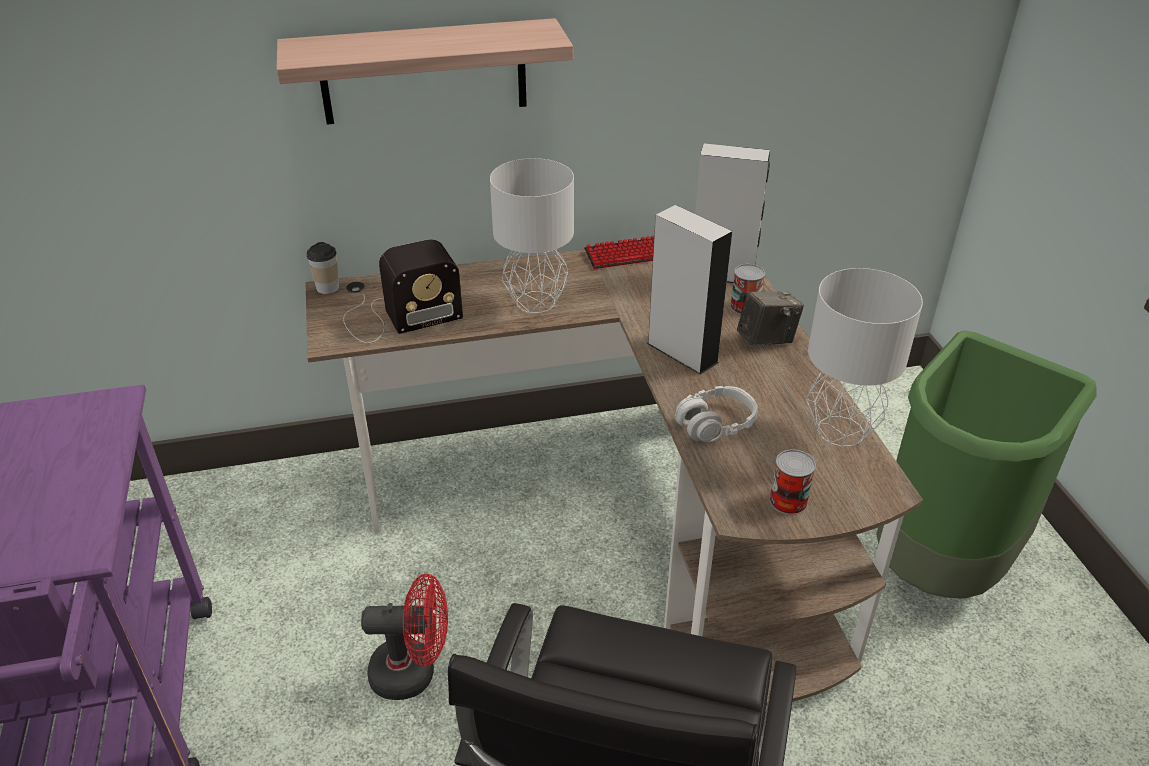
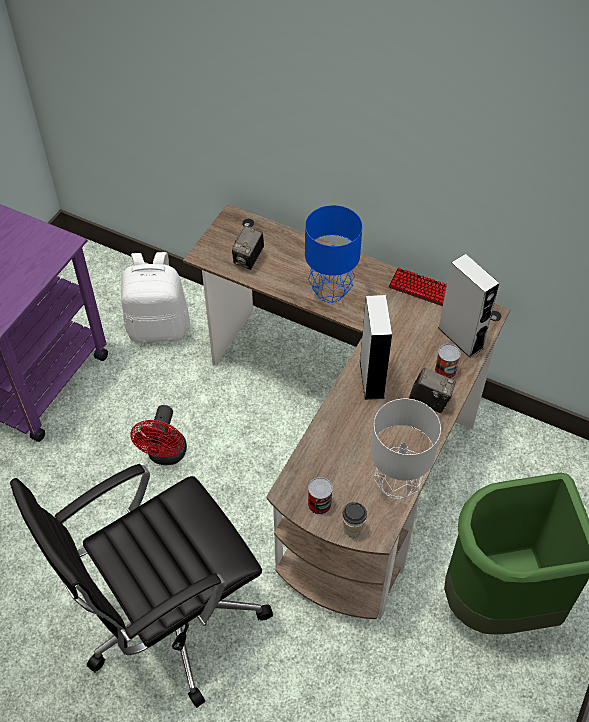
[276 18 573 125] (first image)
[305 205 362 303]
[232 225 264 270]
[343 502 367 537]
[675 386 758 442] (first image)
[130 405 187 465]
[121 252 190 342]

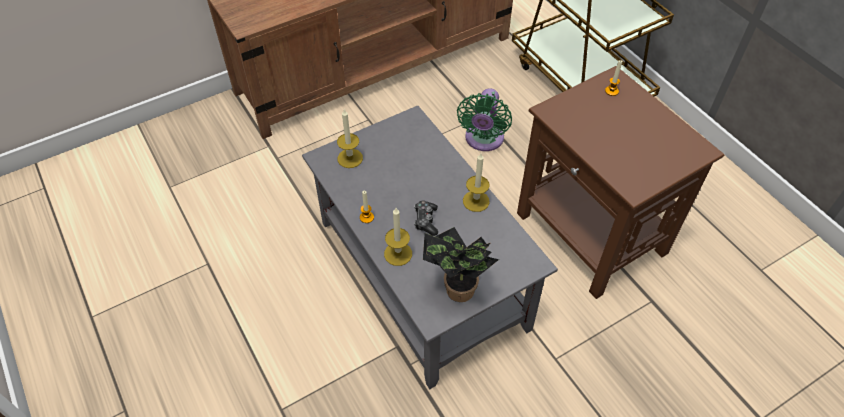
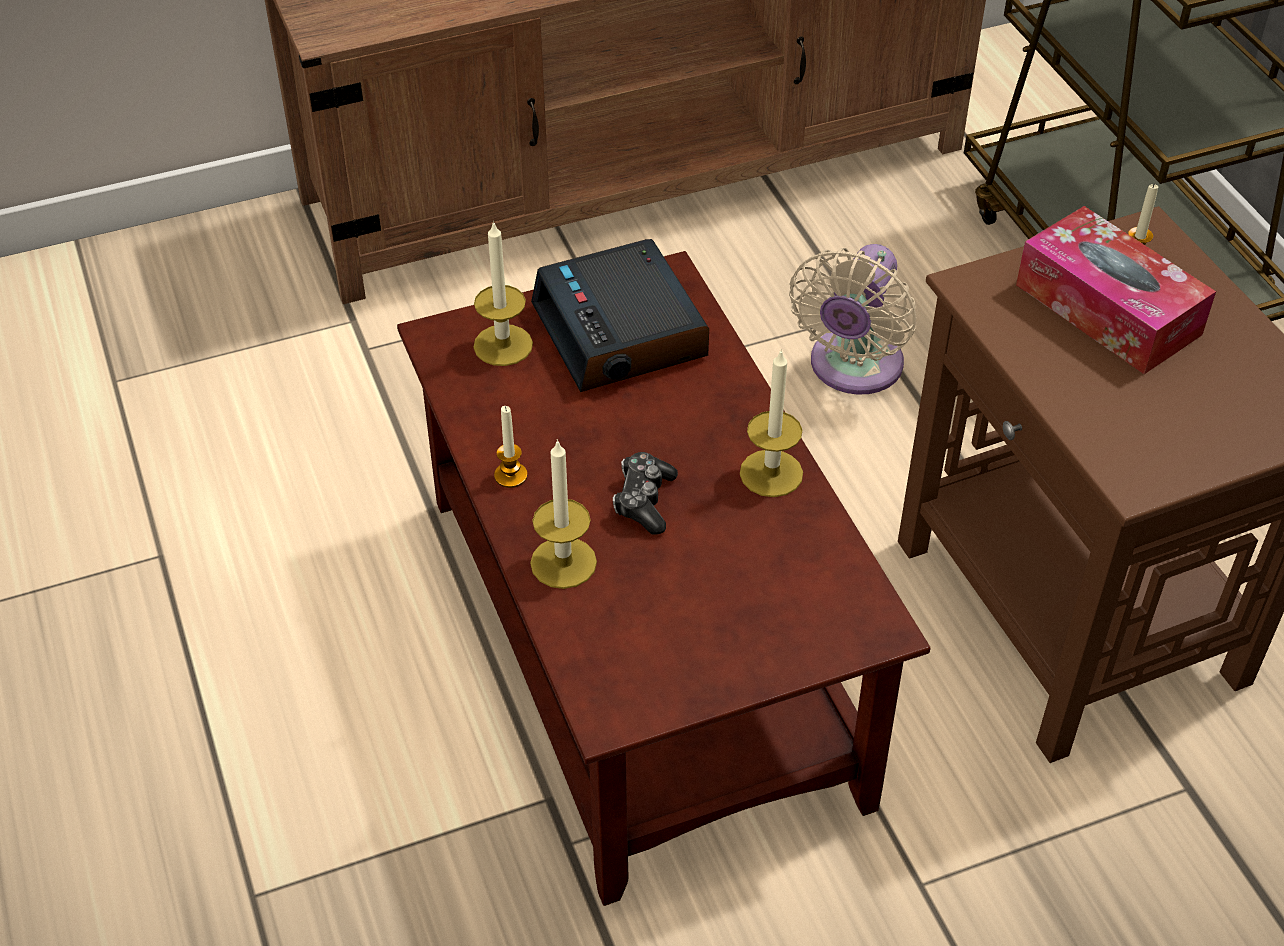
[789 244 916 395]
[397 251 930 906]
[423 227 499 302] (first image)
[1016 206 1216 374]
[531 239 709 392]

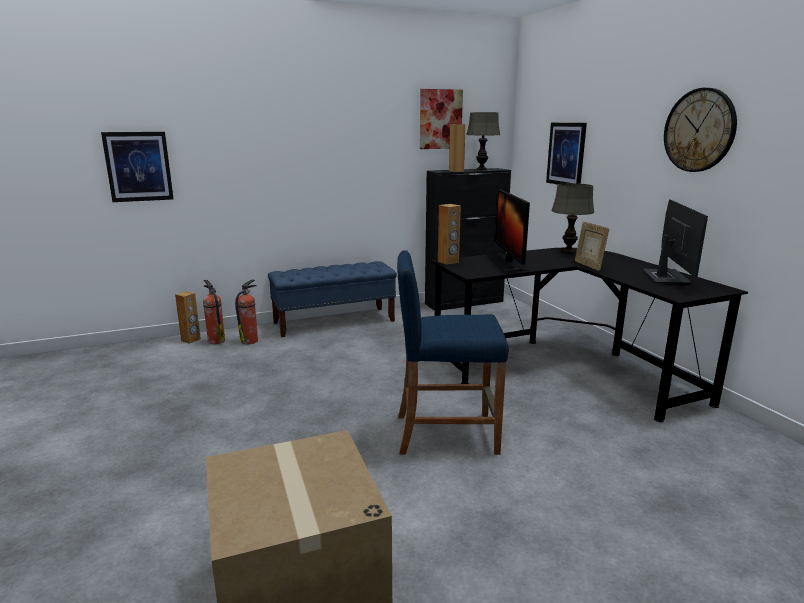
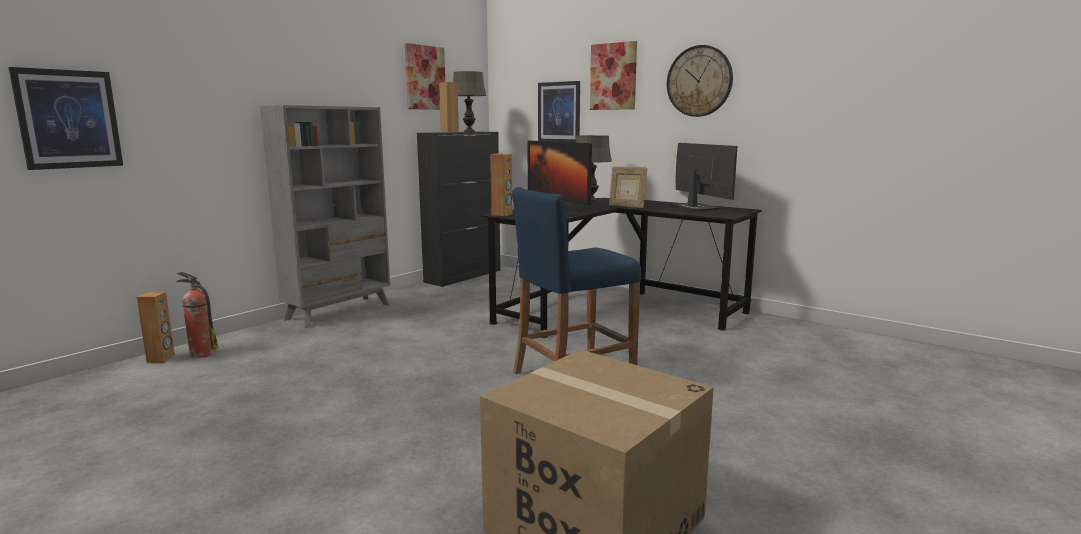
[260 105 390 328]
[235 279 258 344] (first image)
[590 41 637 110]

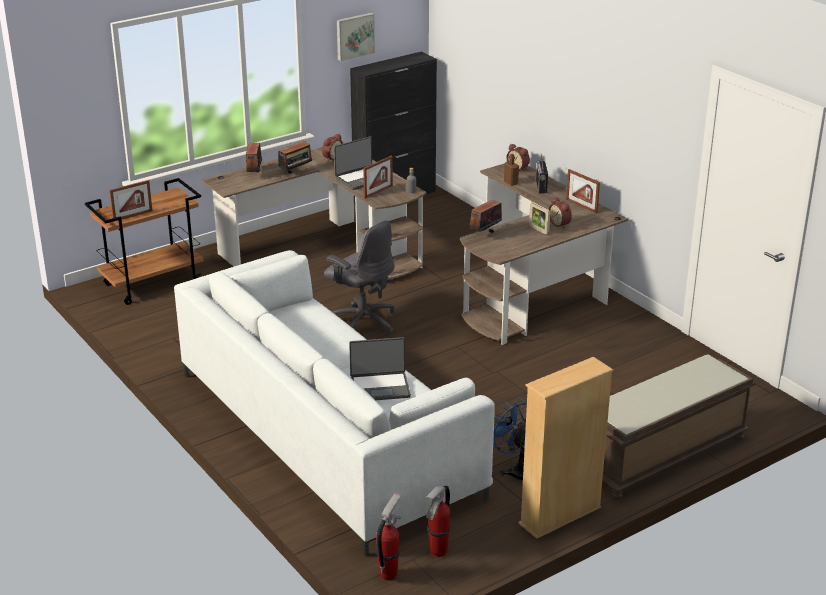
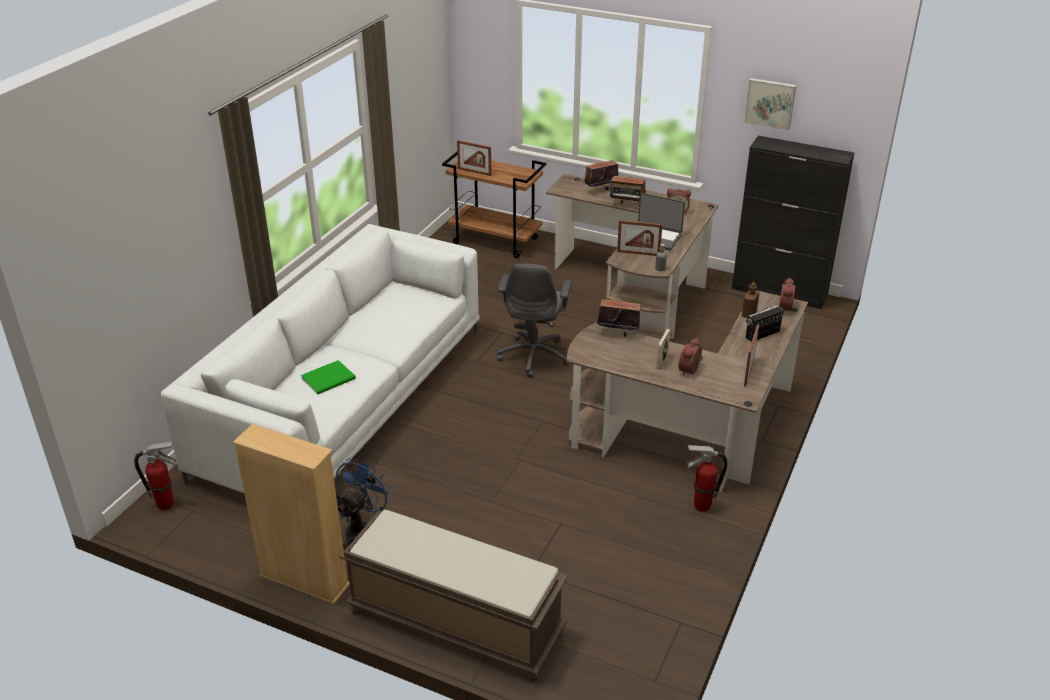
[301 360 356 394]
[687 445 727 512]

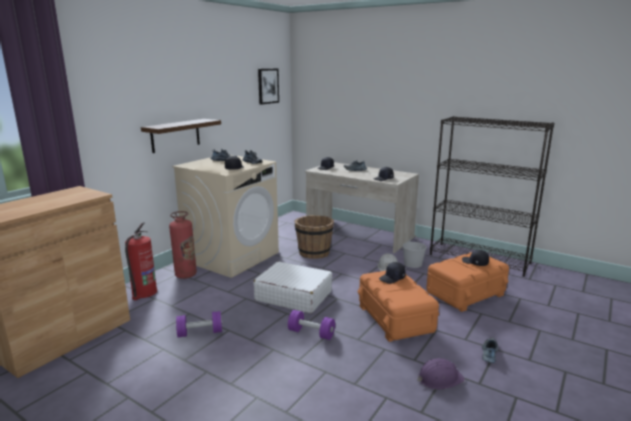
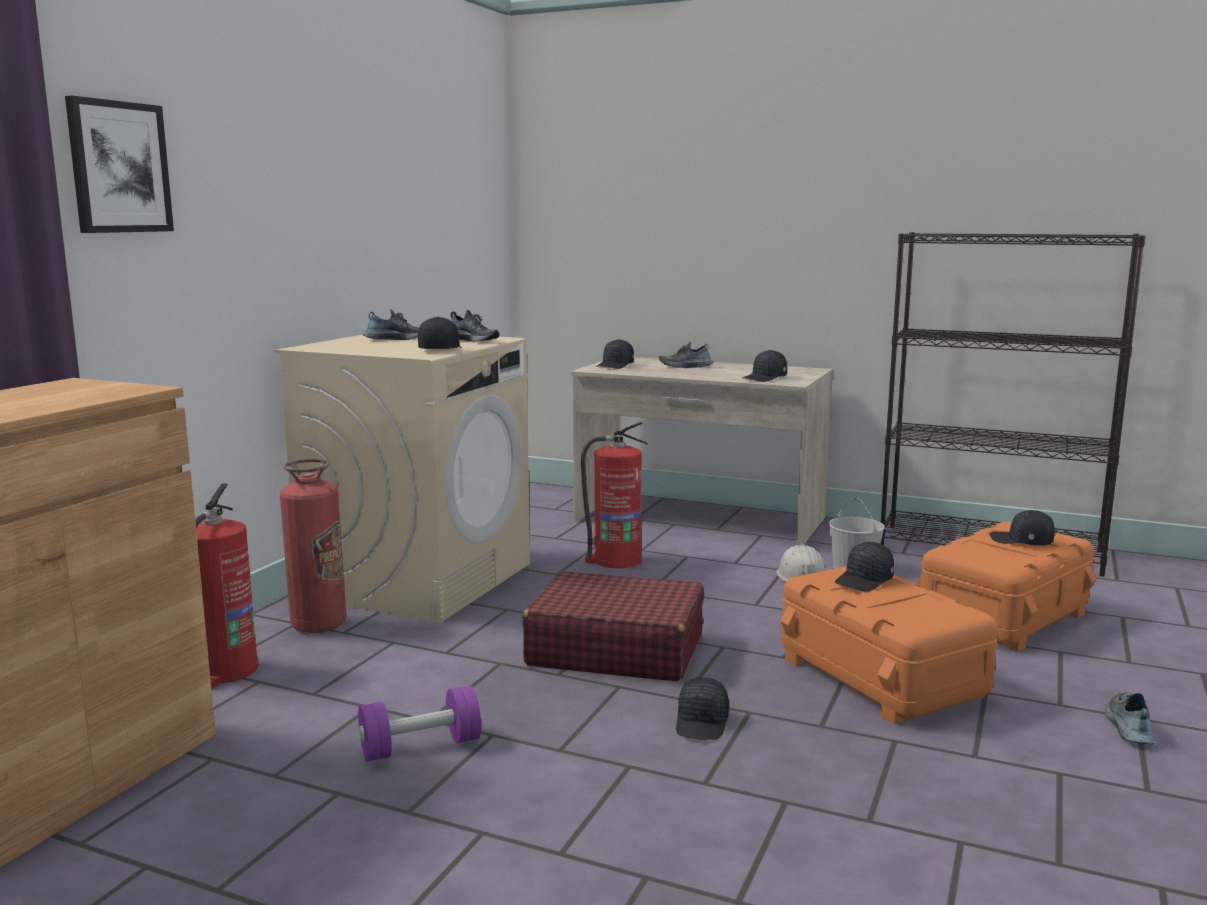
[65 95 174 233]
[141 119 221 153] (first image)
[581 422 648 568]
[522 571 704 681]
[676 677 729 740]
[417 358 465 390] (first image)

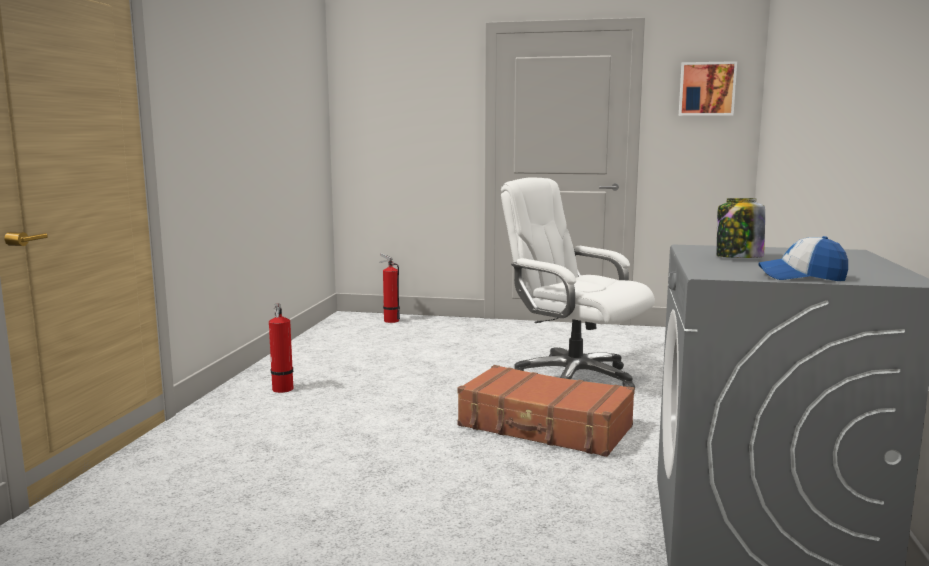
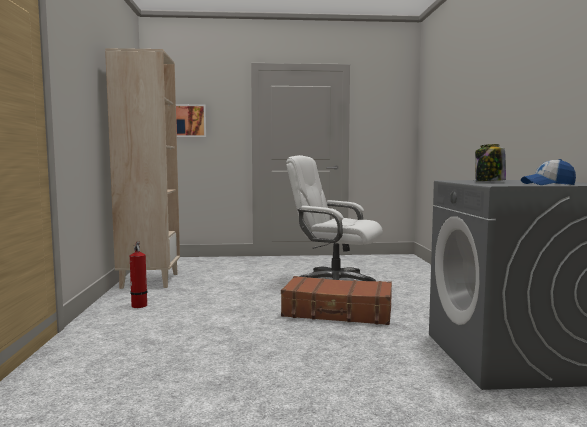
[176 104 206 137]
[379 253 400 323] (first image)
[105 48 180 289]

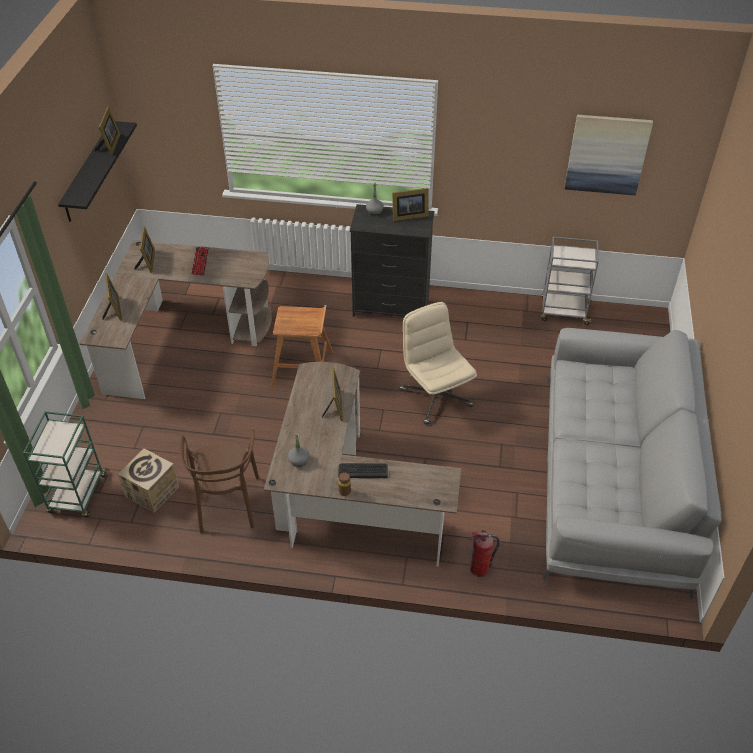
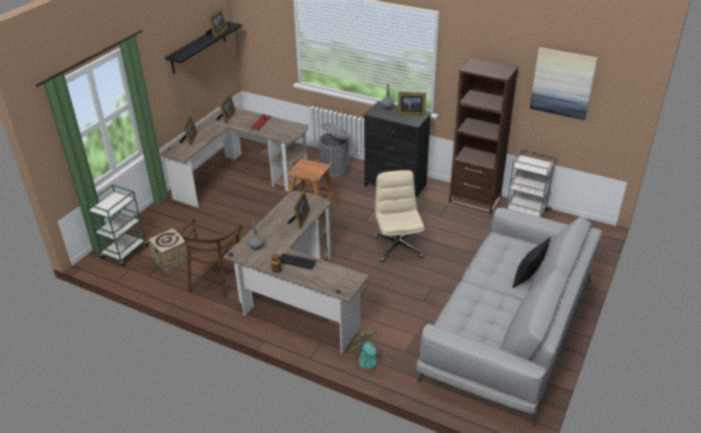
[348 328 392 377]
[449 58 518 214]
[319 122 350 178]
[512 237 551 288]

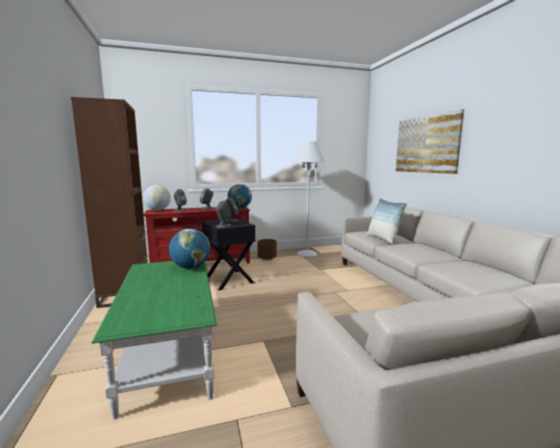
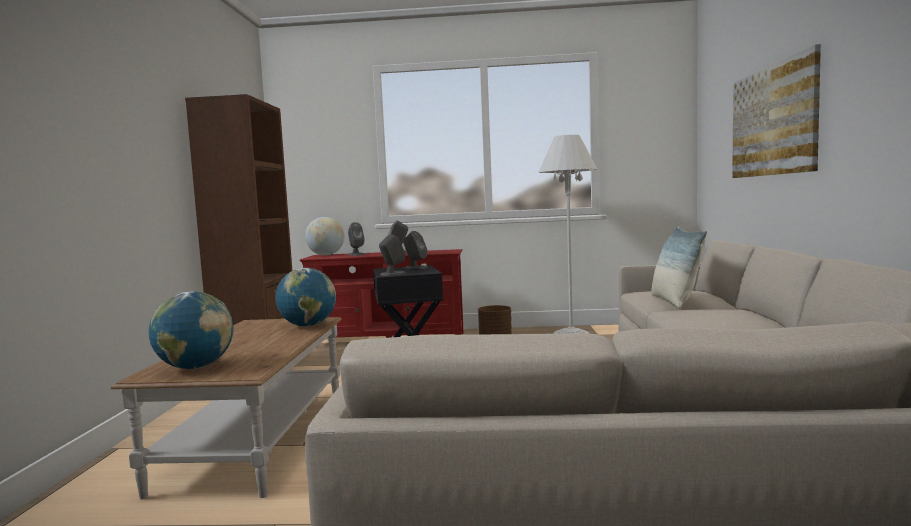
[149 291 233 369]
[111 317 342 500]

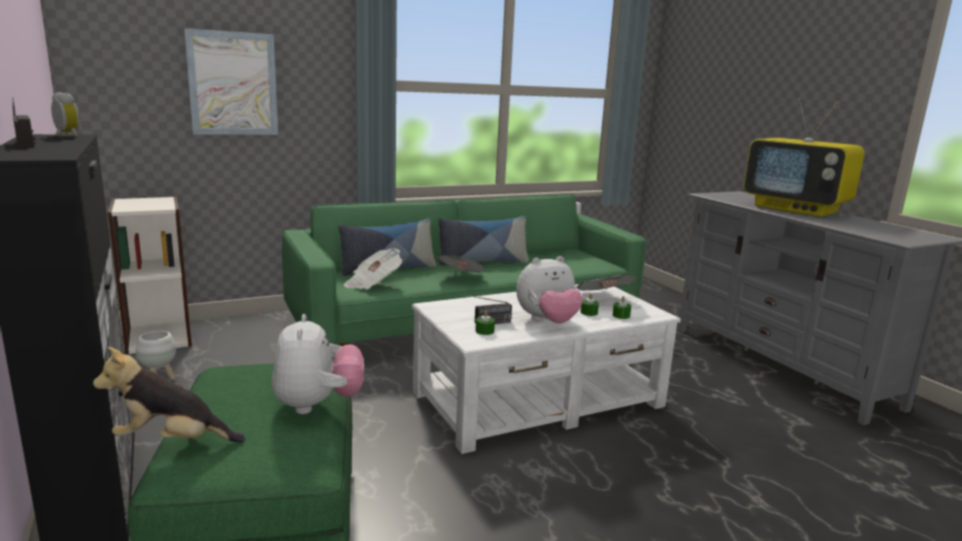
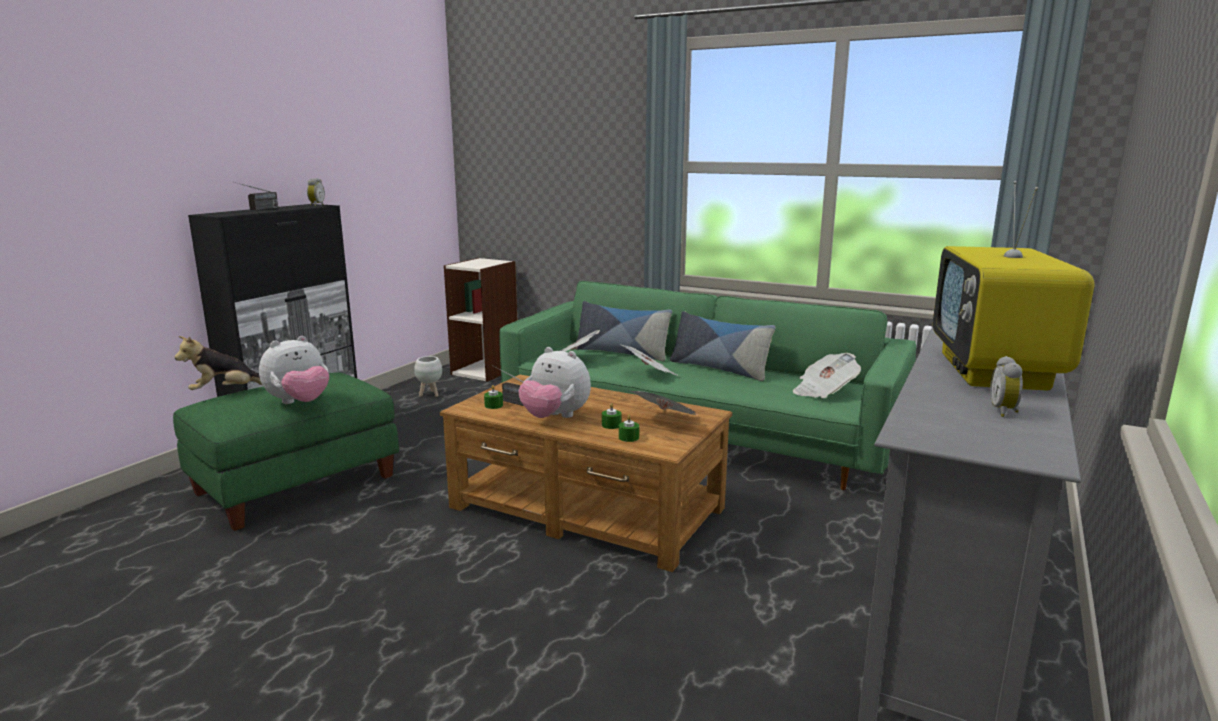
[184 28 278 135] (first image)
[440 375 732 572]
[174 336 262 390]
[793 353 861 398]
[990 356 1023 417]

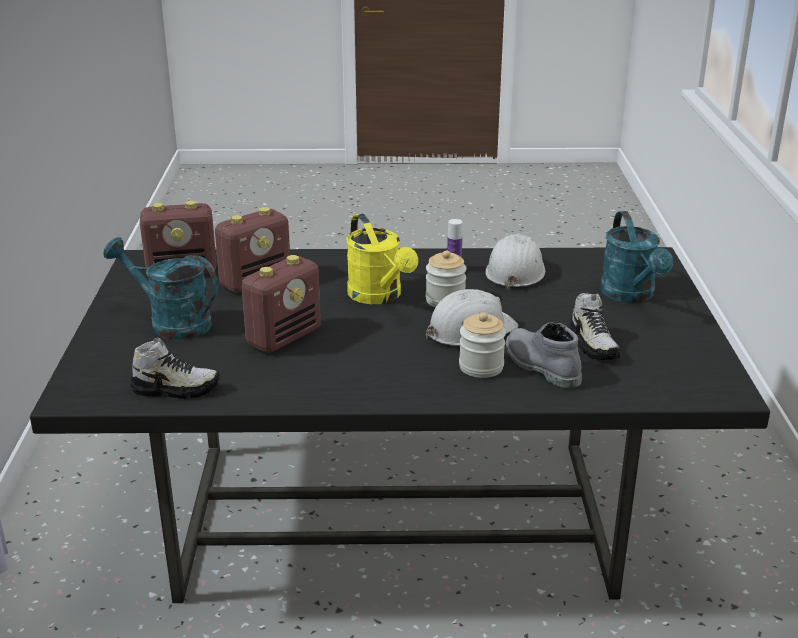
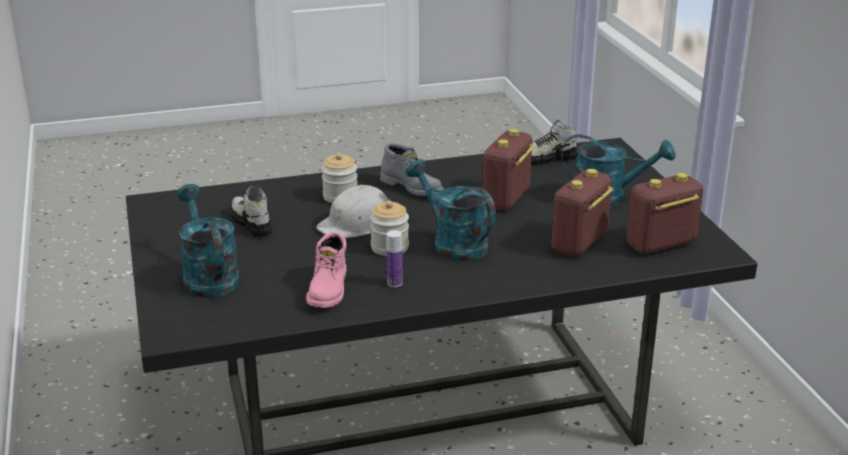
[406 159 496 261]
[306 232 347 308]
[380 143 443 196]

